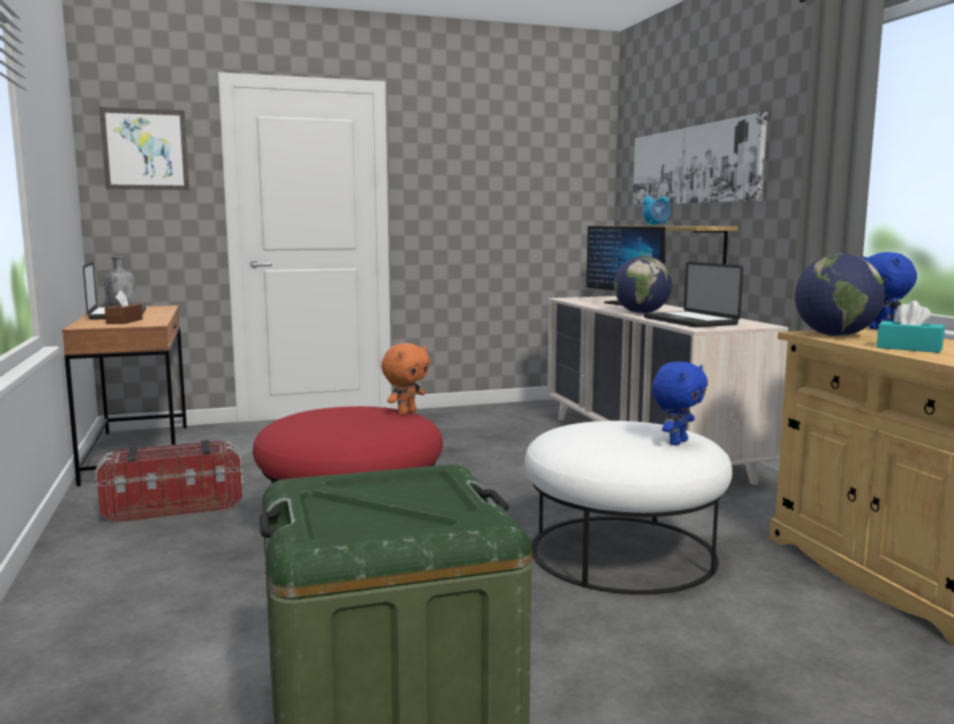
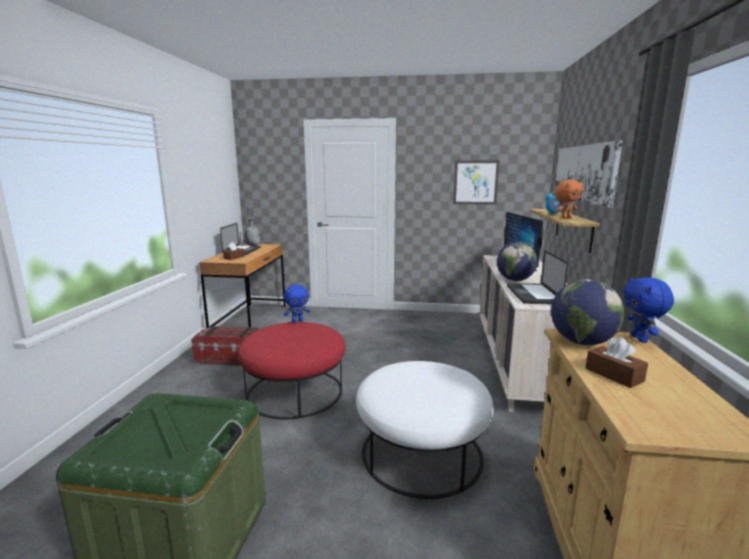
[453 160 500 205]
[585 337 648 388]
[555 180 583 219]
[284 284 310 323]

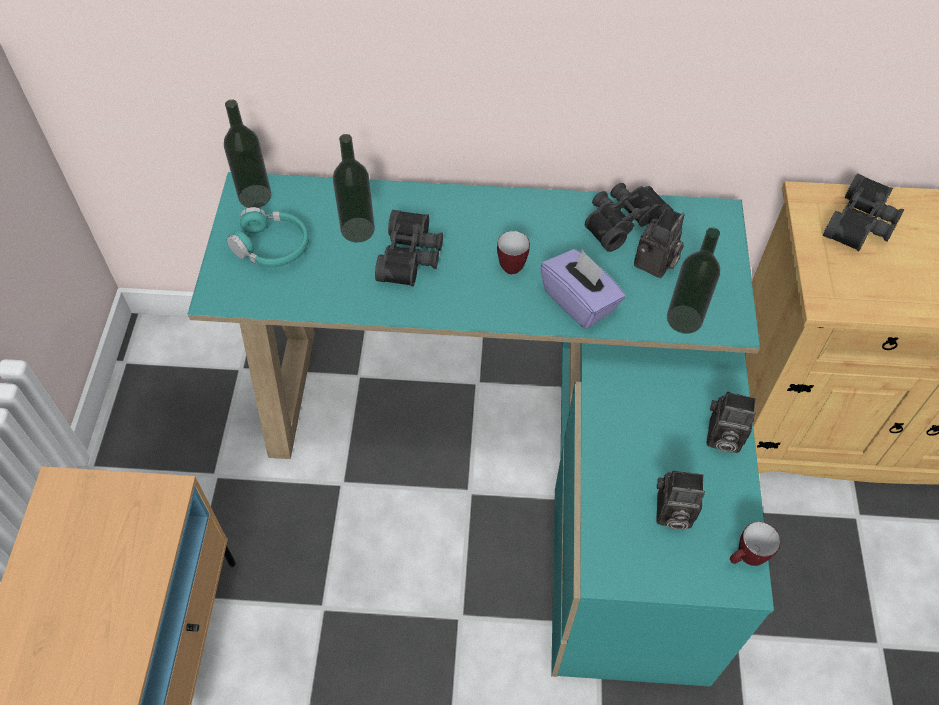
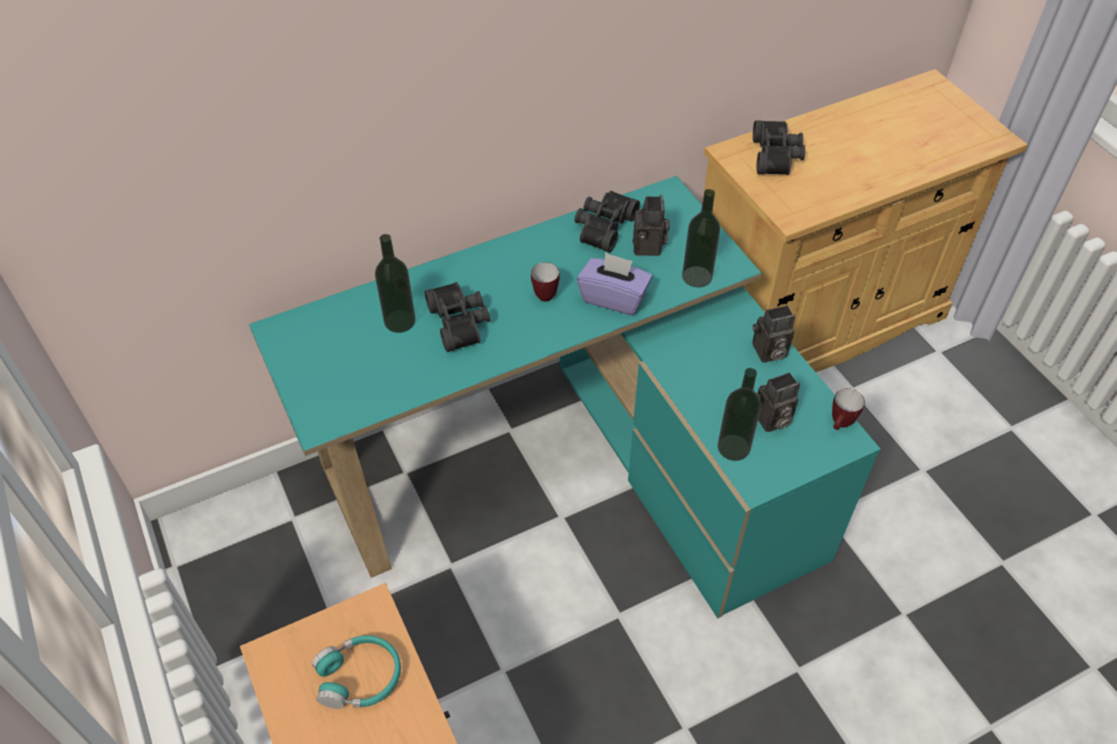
[718 368 761 461]
[312 635 401 709]

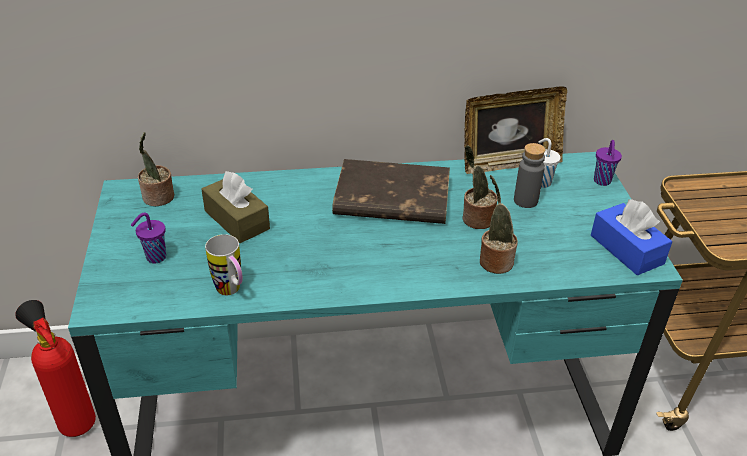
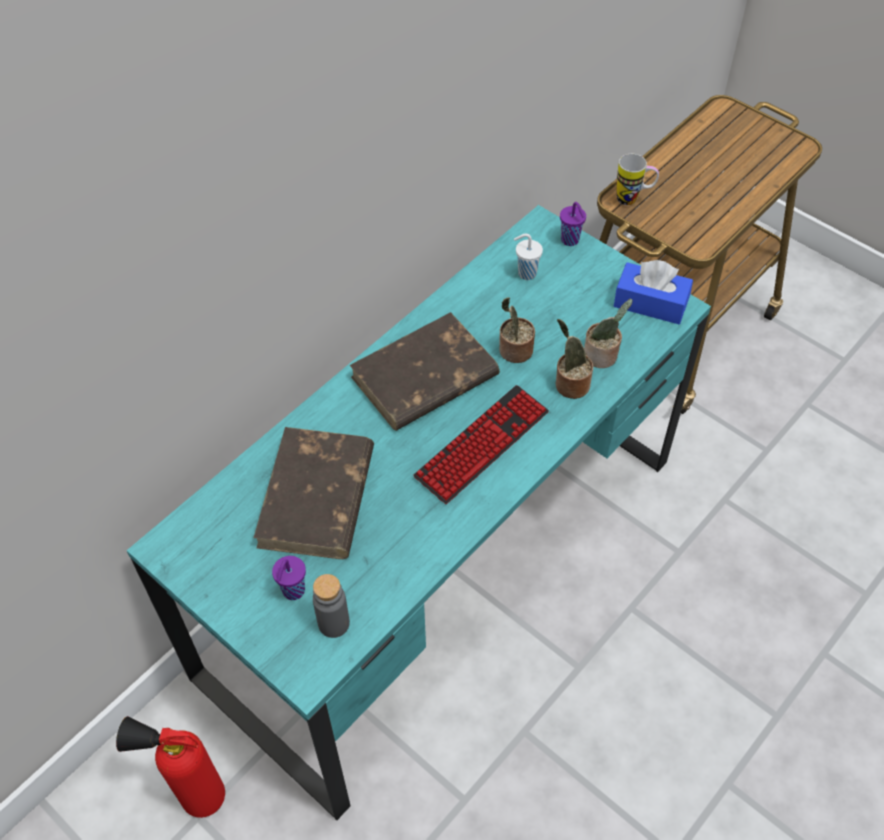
[464 86 567 174] (first image)
[584 299 632 368]
[313 574 350 638]
[253 427 374 559]
[616 154 659 205]
[413 385 549 504]

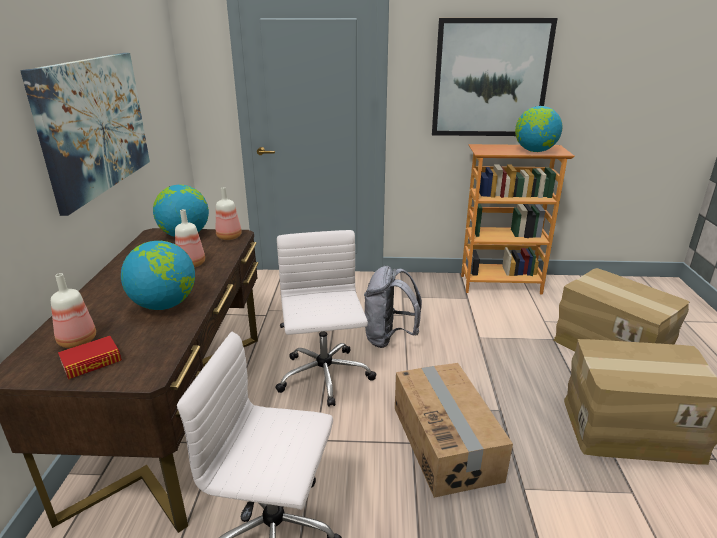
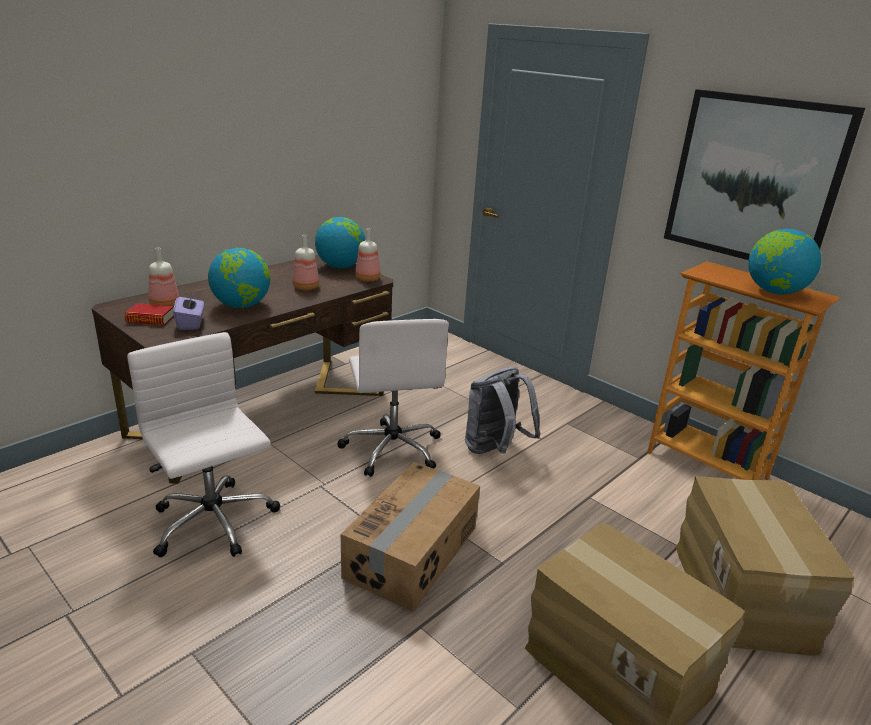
[20 53 150 216] (first image)
[337 319 449 477]
[173 292 204 330]

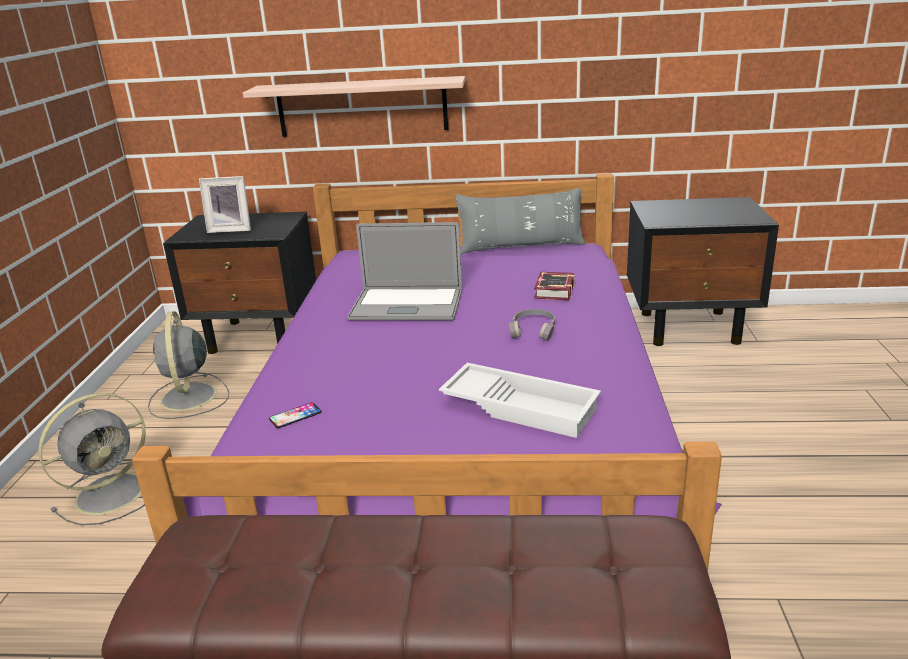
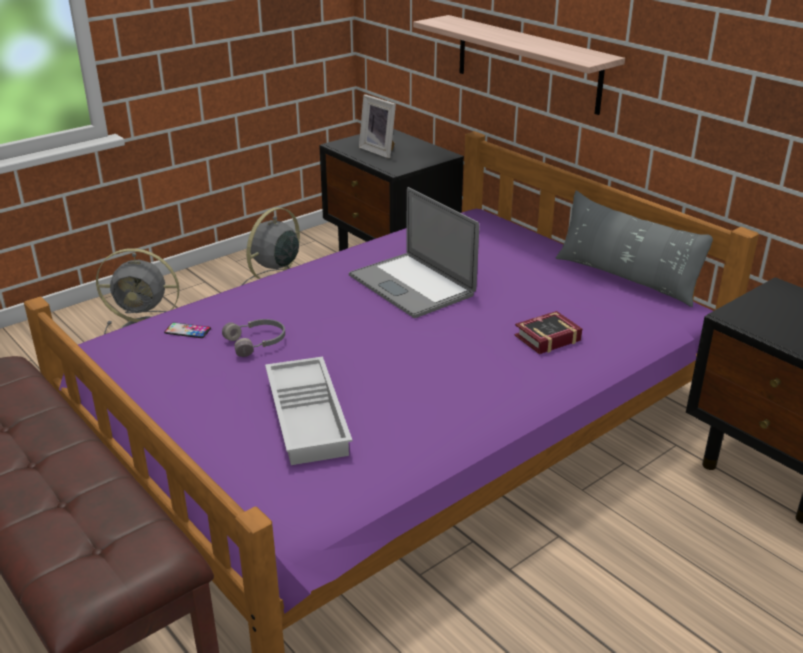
[222 319 285 357]

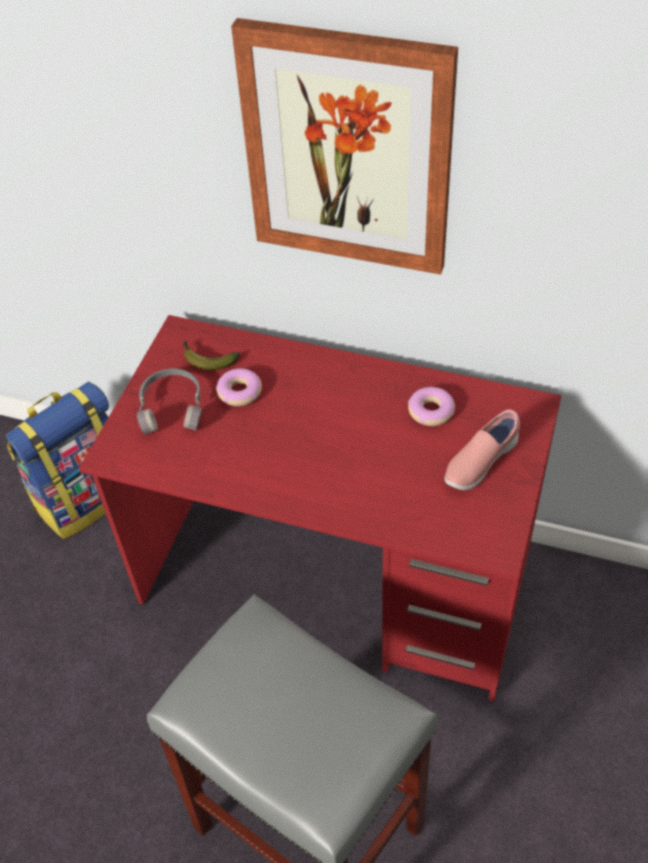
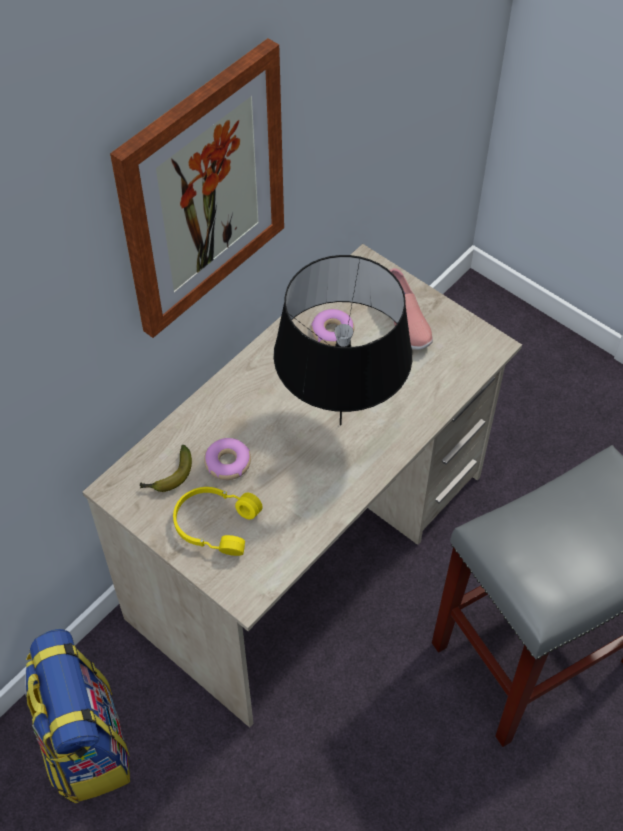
[83 244 522 728]
[173 487 263 556]
[274 255 413 426]

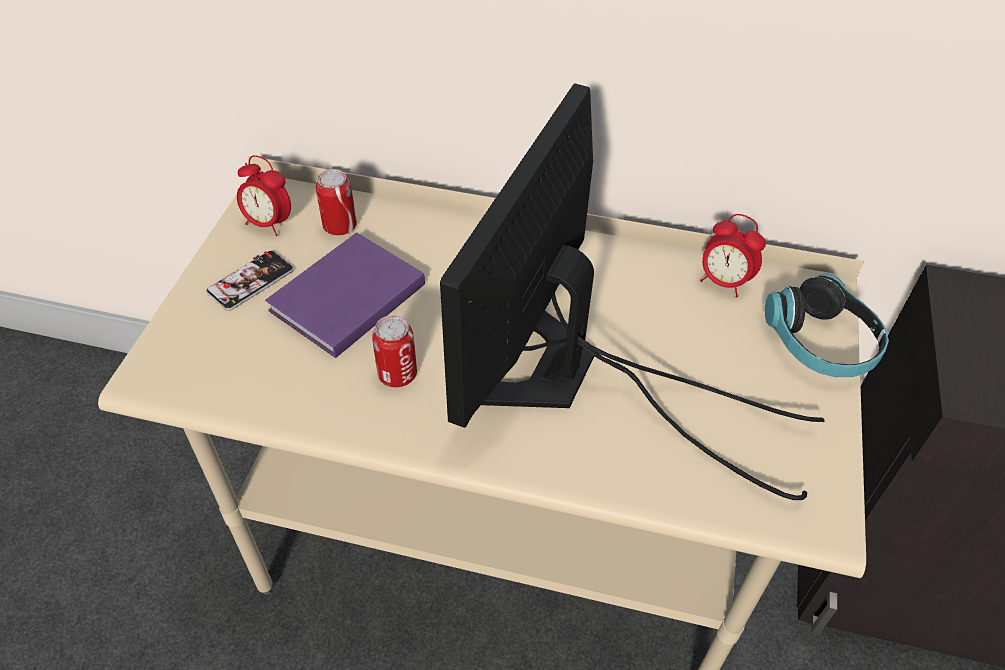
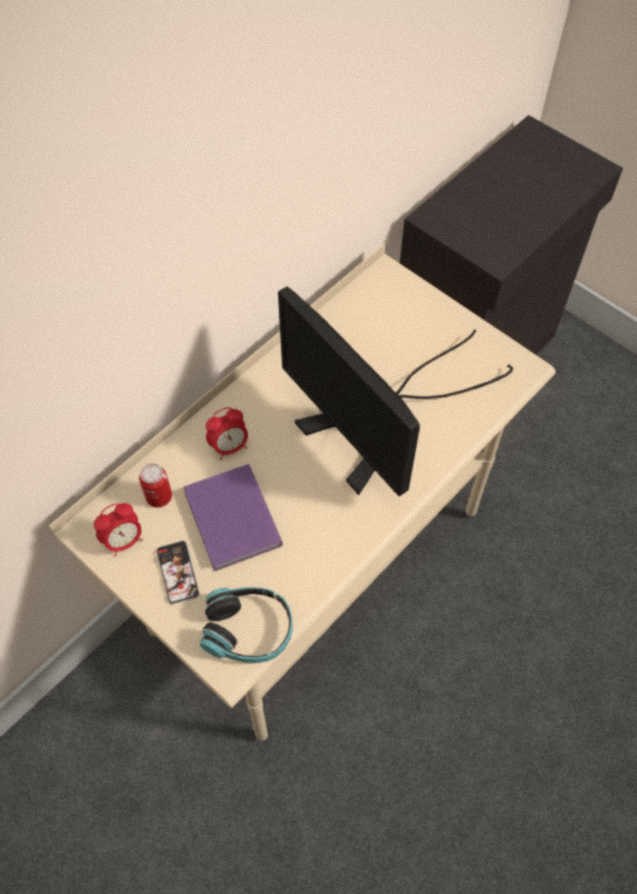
[206 407 248 460]
[200 587 293 663]
[372 315 417 387] (first image)

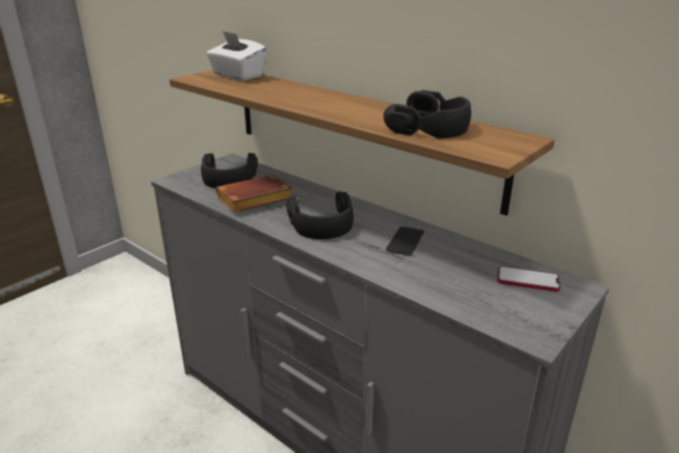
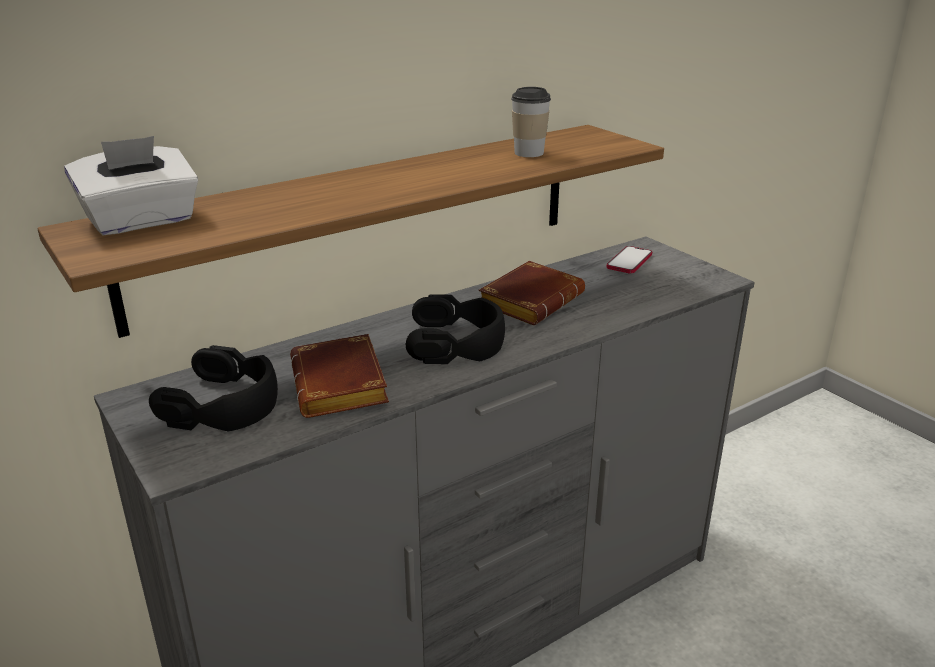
[511 87 551 157]
[479 261 585 325]

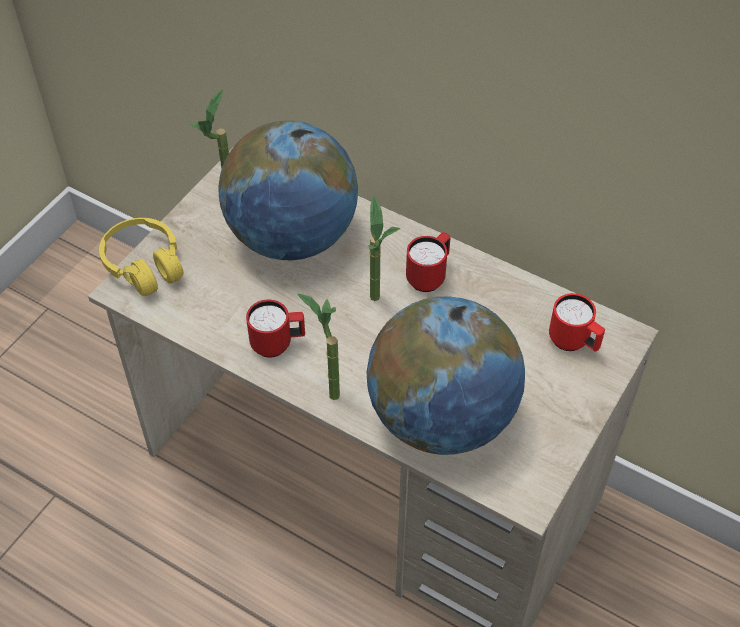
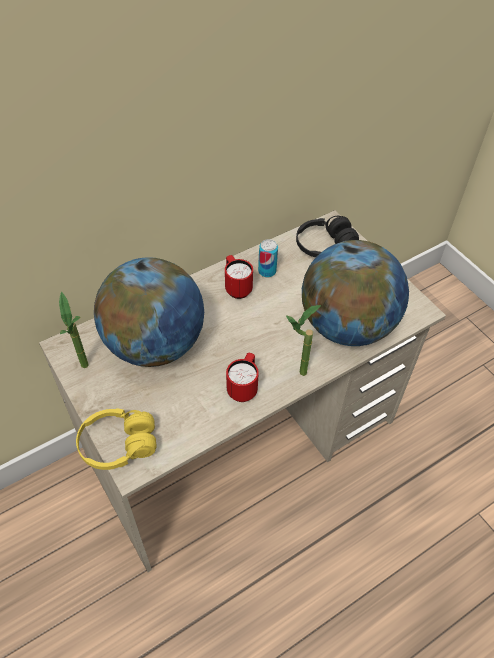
[369 195 400 301] (first image)
[296 216 359 257]
[258 239 278 277]

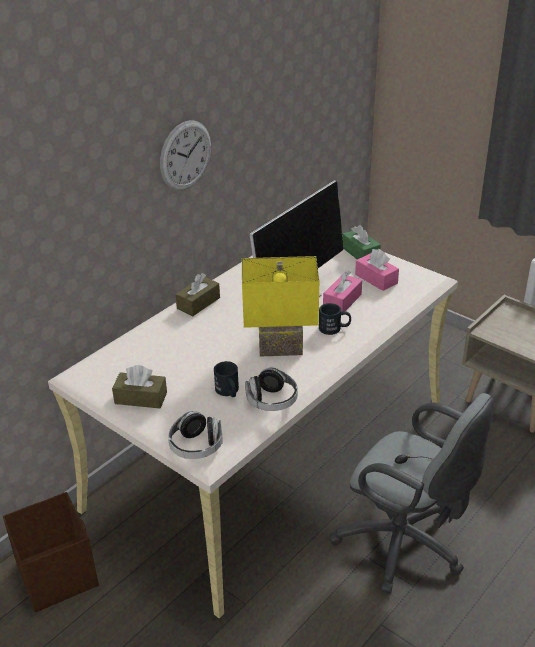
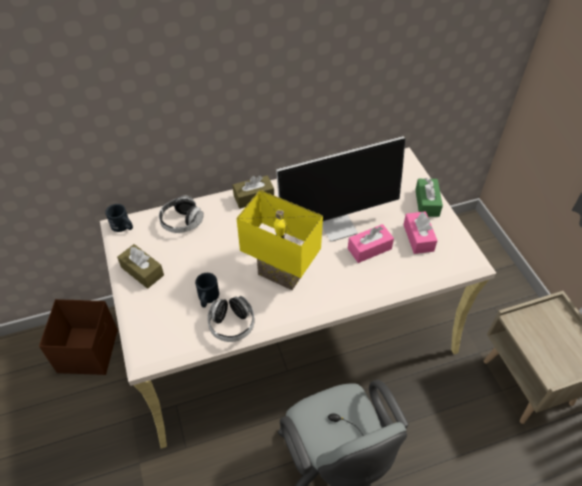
[160 120 211 190] (first image)
[105 204 133 232]
[159 195 204 233]

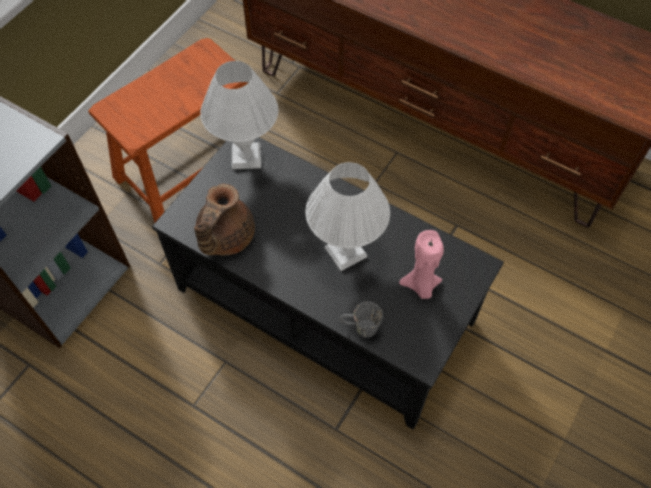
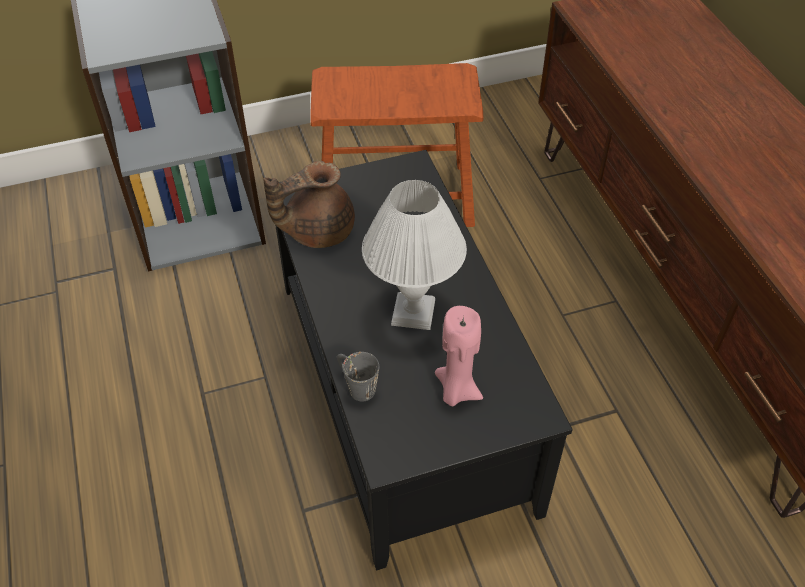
[200 61 278 169] (first image)

